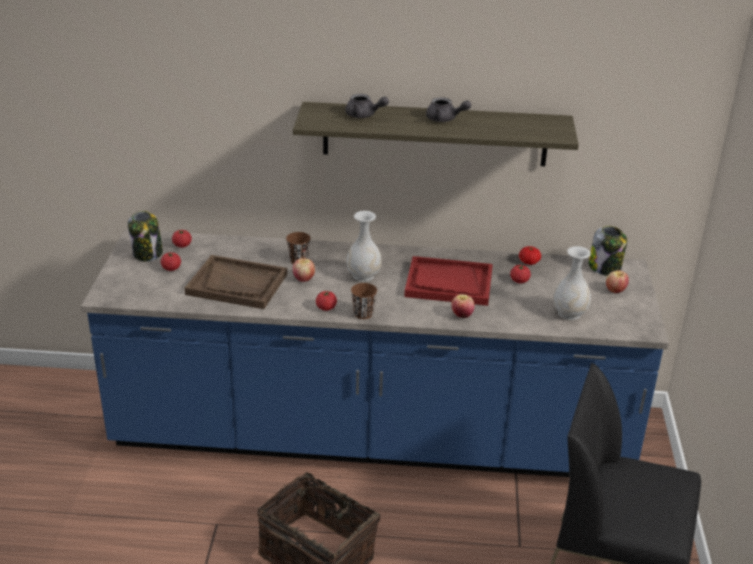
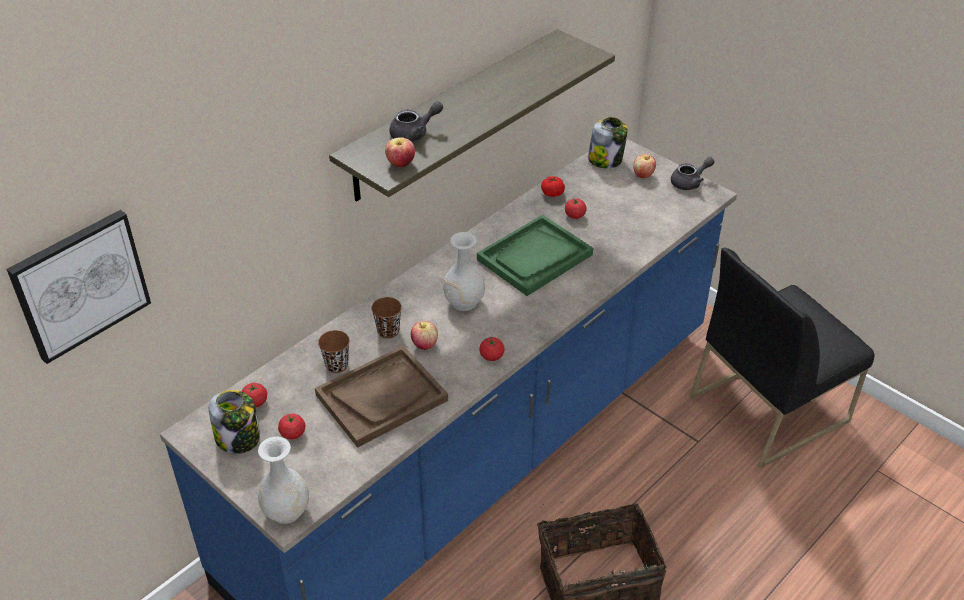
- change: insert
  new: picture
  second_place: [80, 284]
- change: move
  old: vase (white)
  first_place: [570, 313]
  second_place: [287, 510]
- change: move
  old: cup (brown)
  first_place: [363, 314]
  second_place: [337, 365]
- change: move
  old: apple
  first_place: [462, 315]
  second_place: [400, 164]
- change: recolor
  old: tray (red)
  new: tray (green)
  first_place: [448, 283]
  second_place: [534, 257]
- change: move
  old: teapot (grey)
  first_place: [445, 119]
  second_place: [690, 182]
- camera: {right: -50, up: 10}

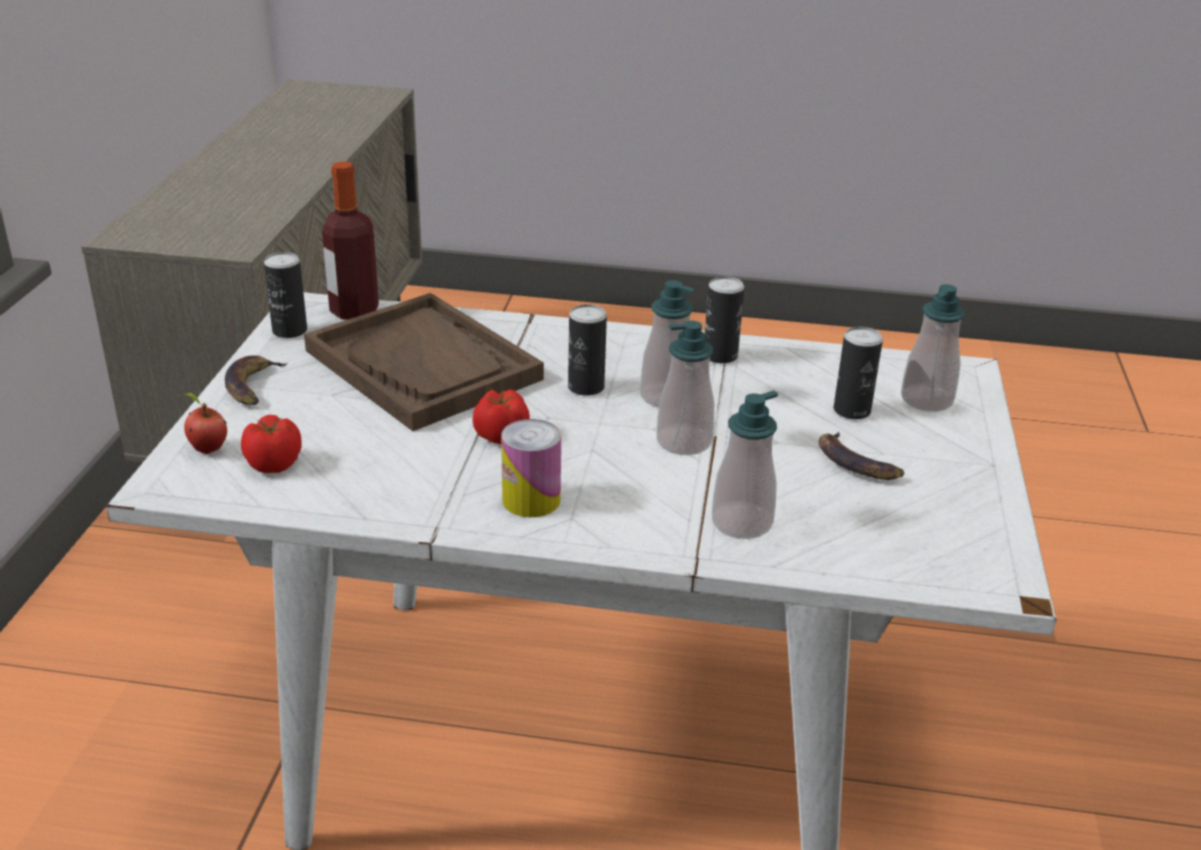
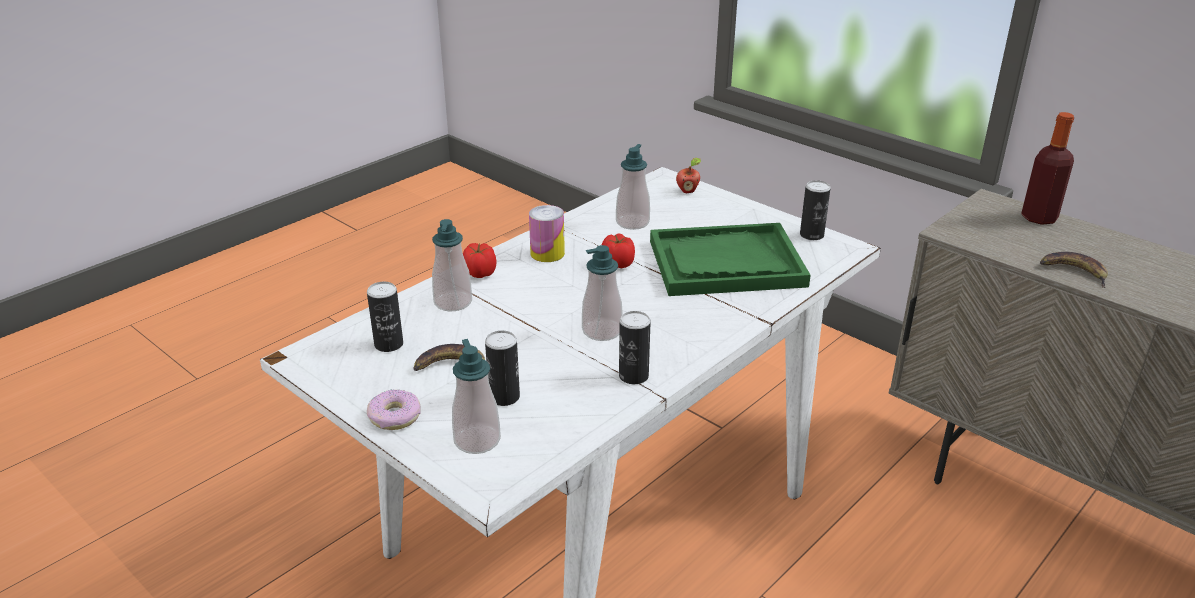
- change: move
  old: can
  first_place: [586, 387]
  second_place: [389, 344]
- change: insert
  new: donut
  second_place: [394, 417]
- change: move
  old: tomato
  first_place: [275, 463]
  second_place: [479, 274]
- change: move
  old: soap dispenser
  first_place: [684, 442]
  second_place: [632, 222]
- change: recolor
  old: tray (brown)
  new: tray (green)
  first_place: [423, 365]
  second_place: [726, 263]
- change: move
  old: bottle
  first_place: [354, 311]
  second_place: [1039, 218]
- change: move
  old: banana
  first_place: [253, 386]
  second_place: [1073, 272]
- camera: {right: 125, up: 0}

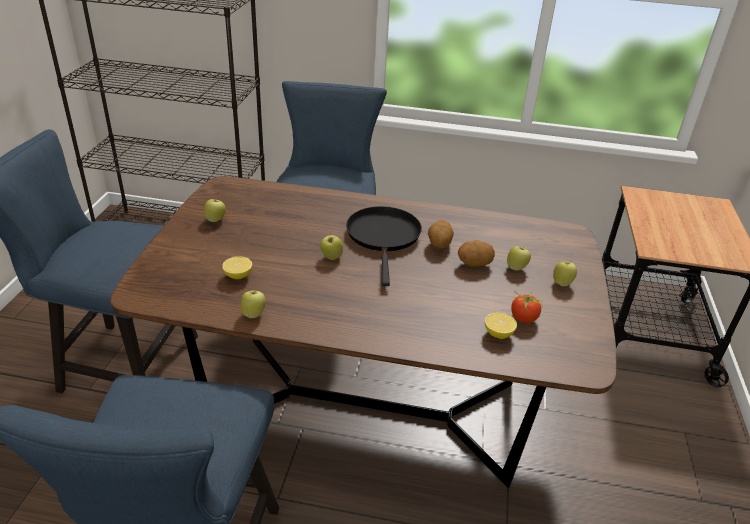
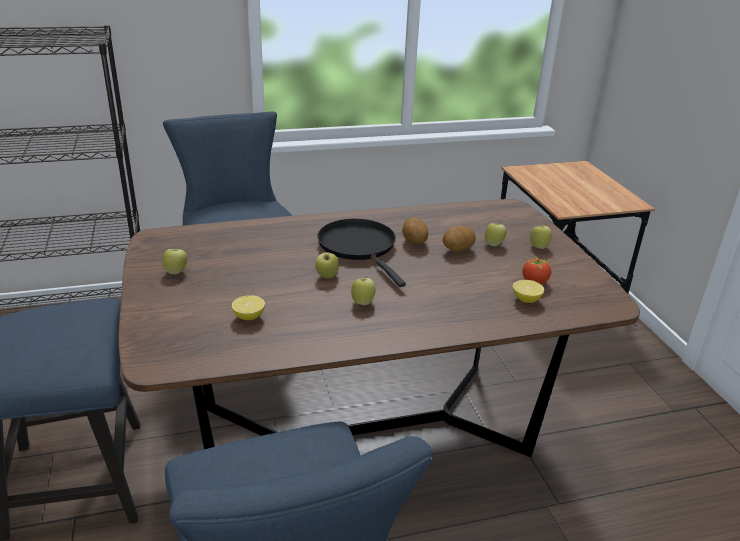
- change: move
  old: apple
  first_place: [254, 314]
  second_place: [362, 302]
- camera: {right: -25, up: -5}

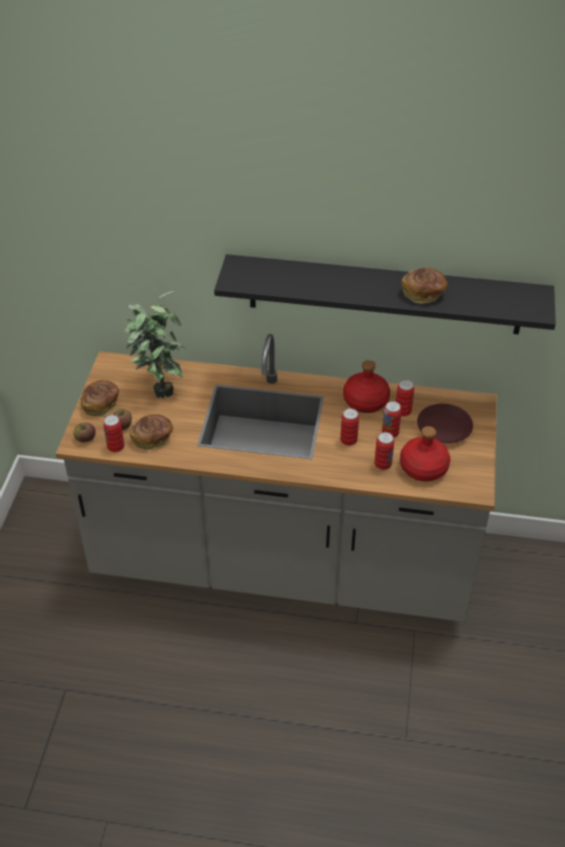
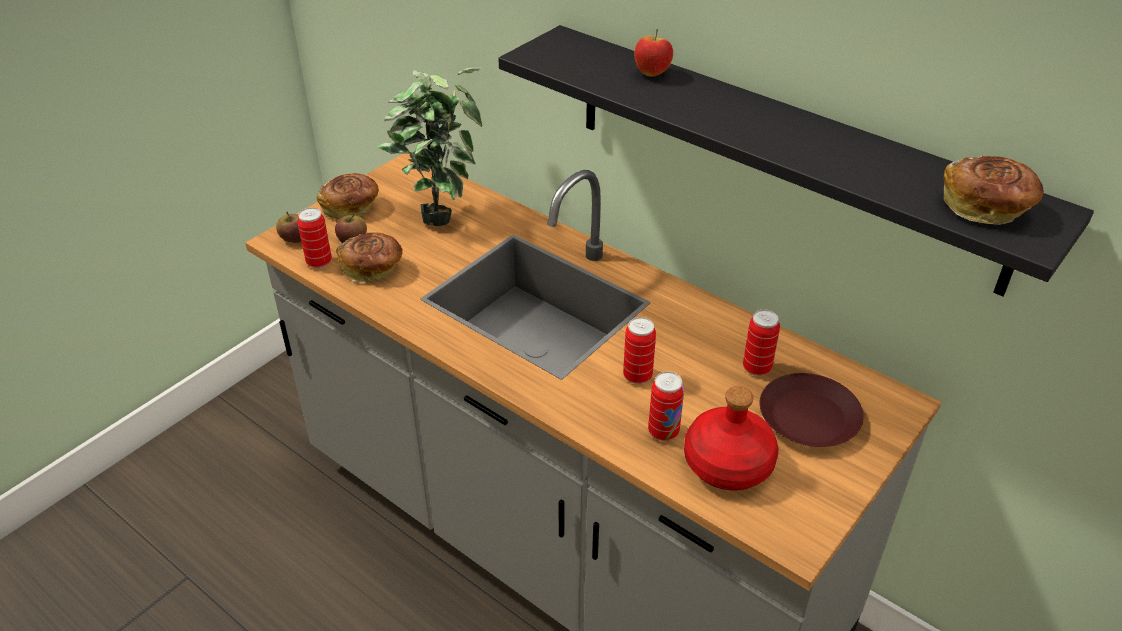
- change: insert
  new: apple
  second_place: [652, 74]
- change: move
  old: bread
  first_place: [423, 293]
  second_place: [986, 208]
- change: delete
  old: bottle (red)
  first_place: [365, 400]
- change: delete
  old: can
  first_place: [390, 433]
- camera: {right: 30, up: -5}

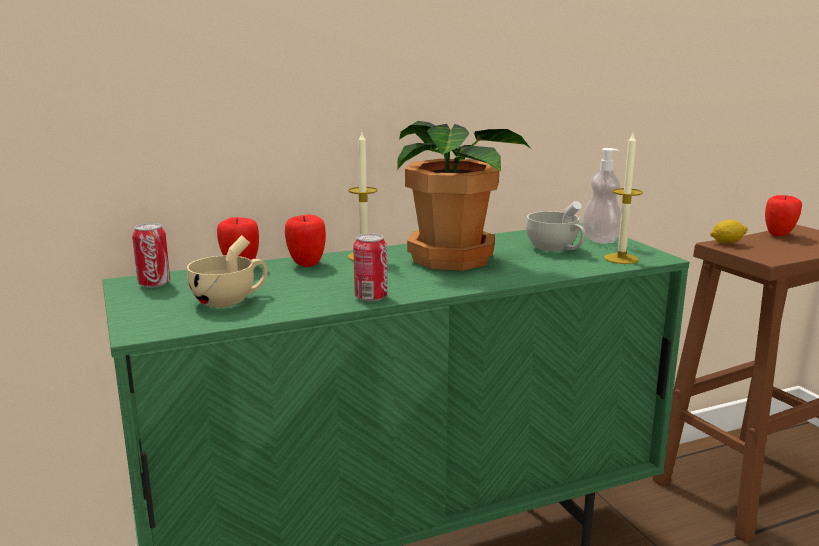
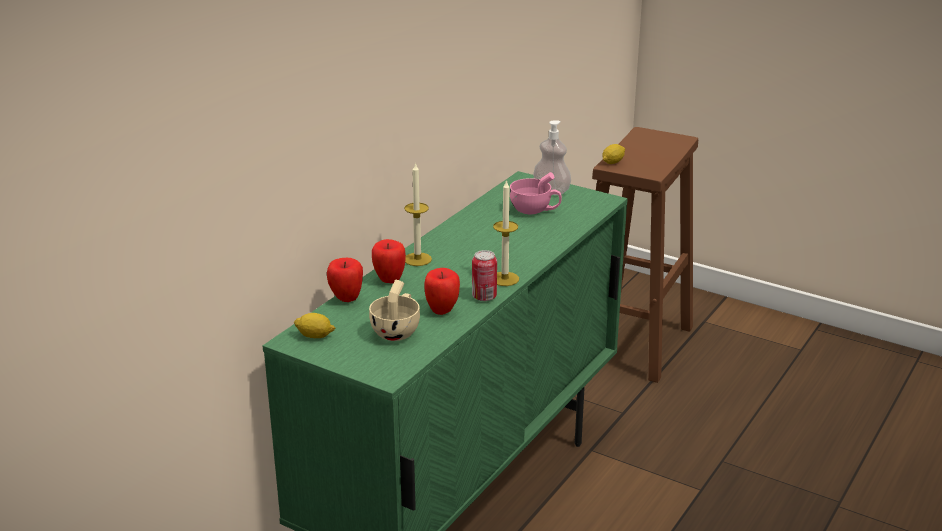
- change: replace
  old: can
  new: lemon
  first_place: [154, 284]
  second_place: [315, 336]
- change: move
  old: apple
  first_place: [779, 235]
  second_place: [442, 310]
- change: move
  old: candle
  first_place: [621, 258]
  second_place: [504, 279]
- change: recolor
  old: cup (white)
  new: cup (pink)
  first_place: [556, 249]
  second_place: [535, 210]
- change: delete
  old: potted plant
  first_place: [452, 258]
- camera: {right: -35, up: 10}

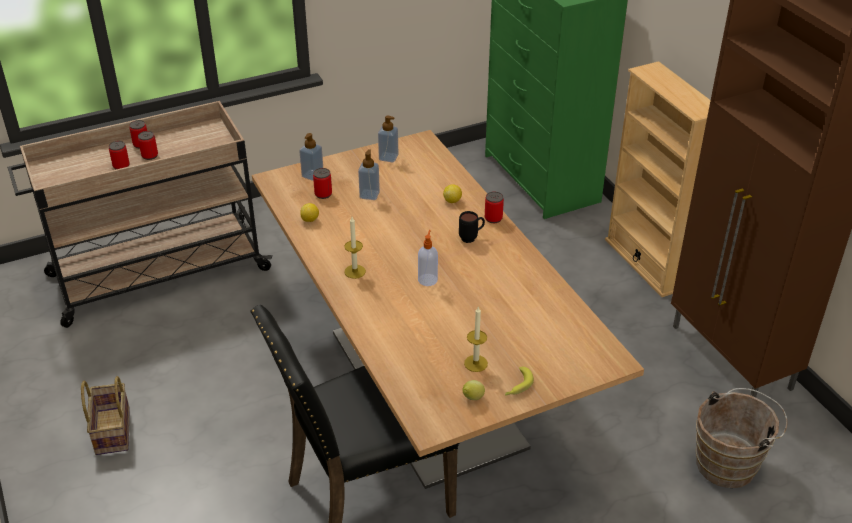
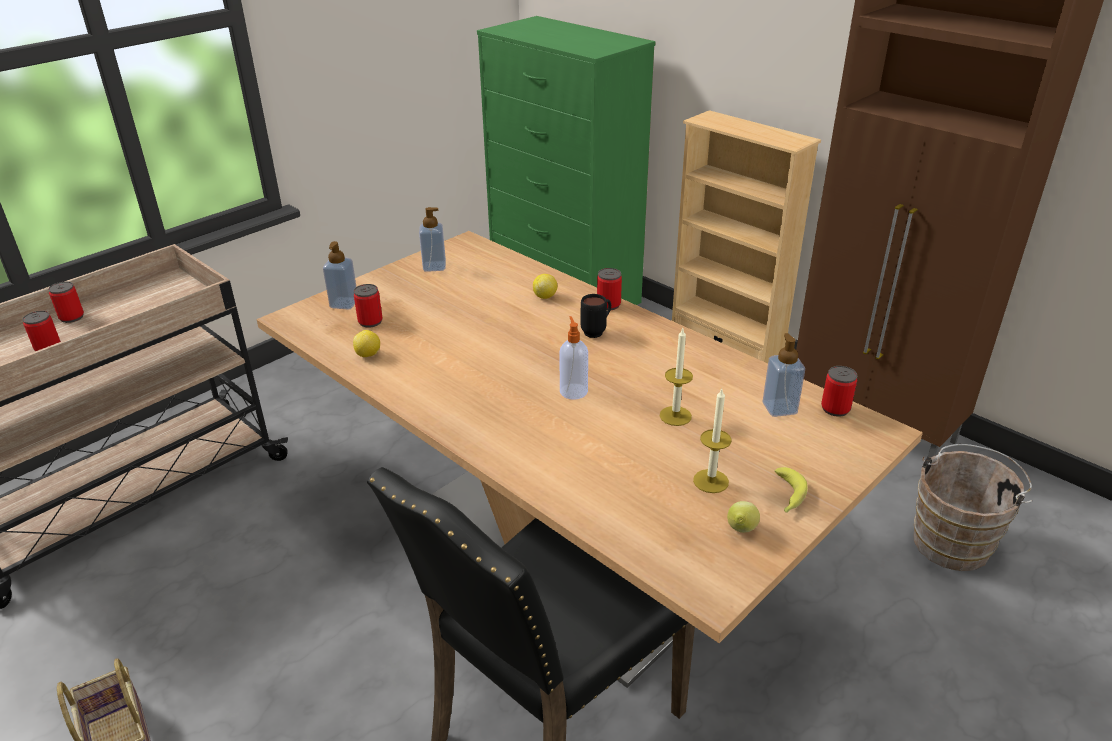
- change: move
  old: candle
  first_place: [355, 271]
  second_place: [675, 416]
- change: move
  old: soap dispenser
  first_place: [369, 195]
  second_place: [779, 408]
- change: move
  old: can
  first_place: [150, 155]
  second_place: [835, 408]
- camera: {right: -20, up: -5}

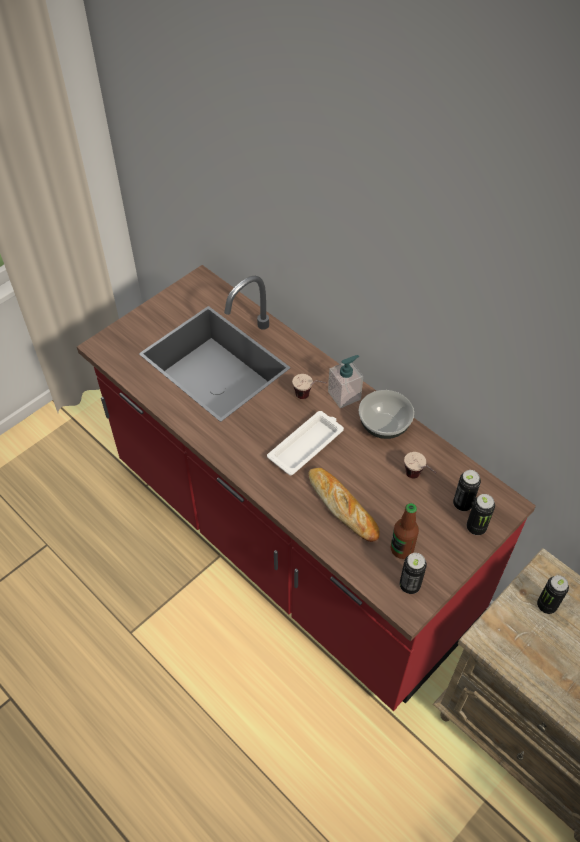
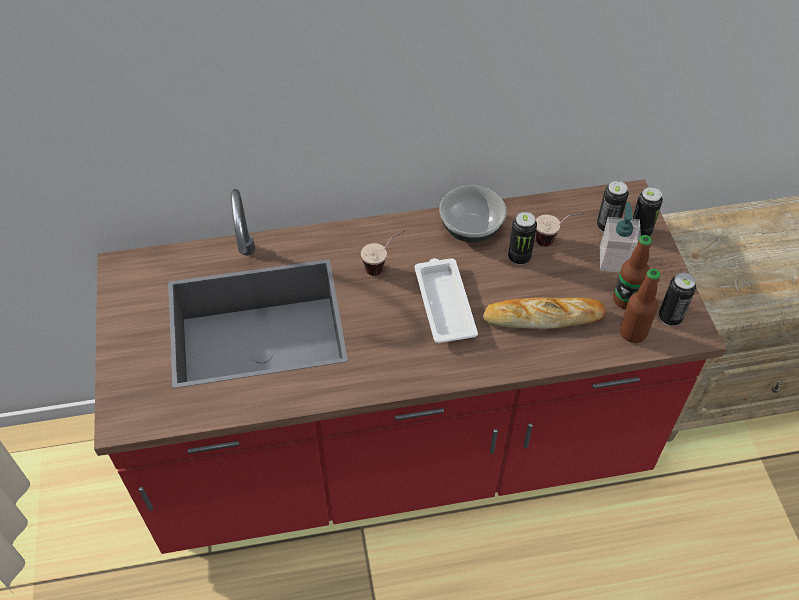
- change: move
  old: can
  first_place: [546, 605]
  second_place: [519, 257]
- change: move
  old: soap dispenser
  first_place: [344, 395]
  second_place: [615, 260]
- change: insert
  new: bottle
  second_place: [633, 332]
- camera: {right: -55, up: 0}

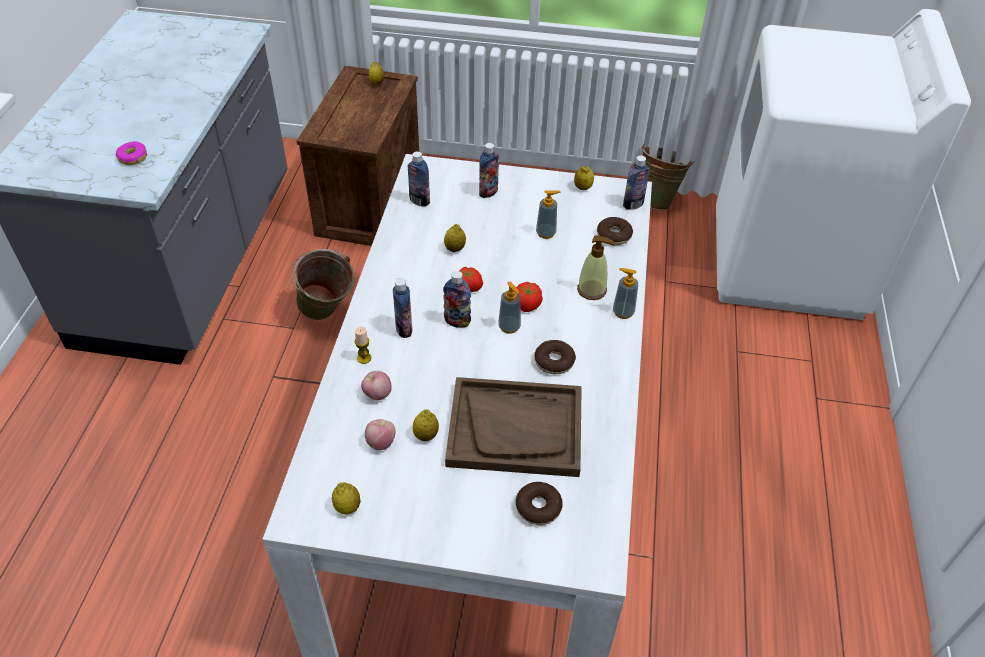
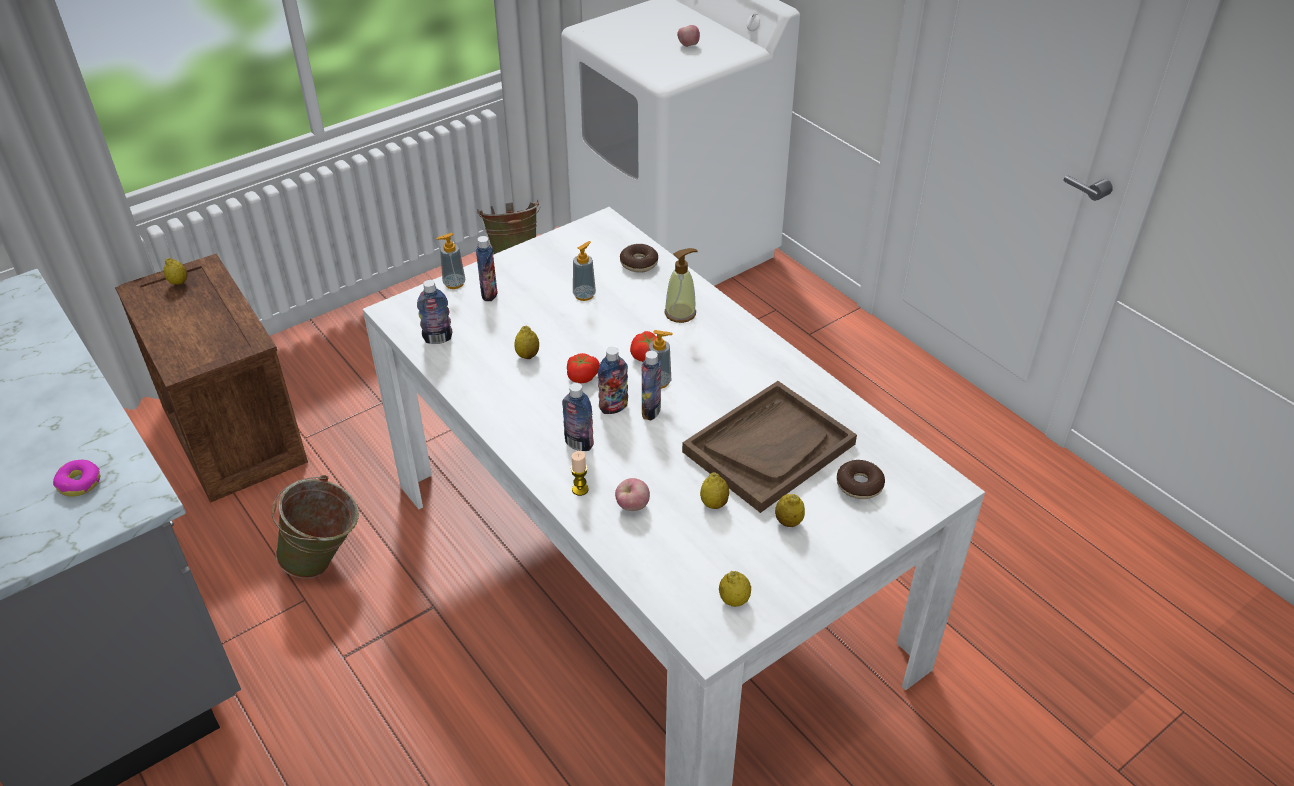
- change: move
  old: soap dispenser
  first_place: [623, 312]
  second_place: [454, 283]
- change: move
  old: bottle
  first_place: [633, 205]
  second_place: [651, 411]
- change: move
  old: apple
  first_place: [381, 442]
  second_place: [688, 45]
- change: move
  old: lemon
  first_place: [583, 187]
  second_place: [788, 522]
- change: delete
  old: donut
  first_place: [554, 361]
- camera: {right: -45, up: -5}

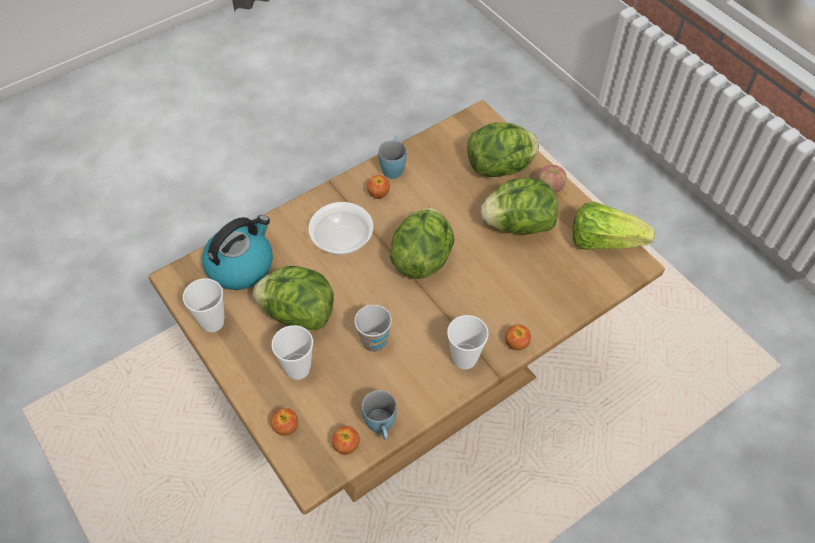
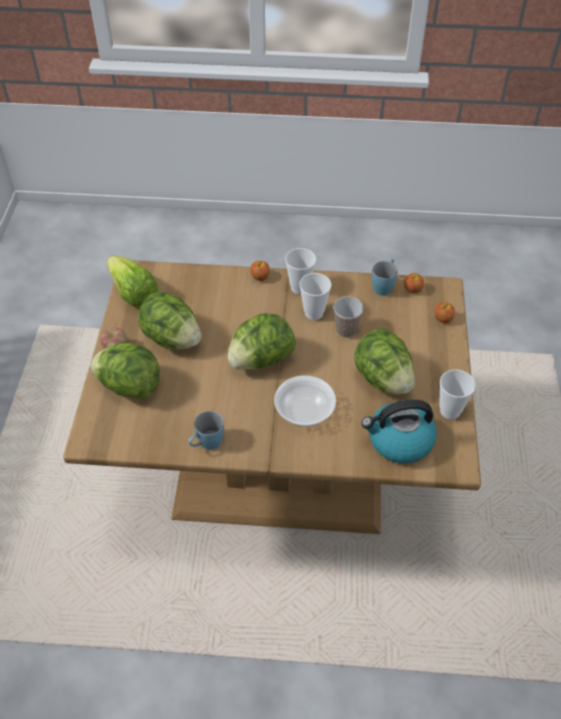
- change: move
  old: cup
  first_place: [298, 369]
  second_place: [314, 313]
- change: delete
  old: apple
  first_place: [378, 193]
- camera: {right: -140, up: -5}

